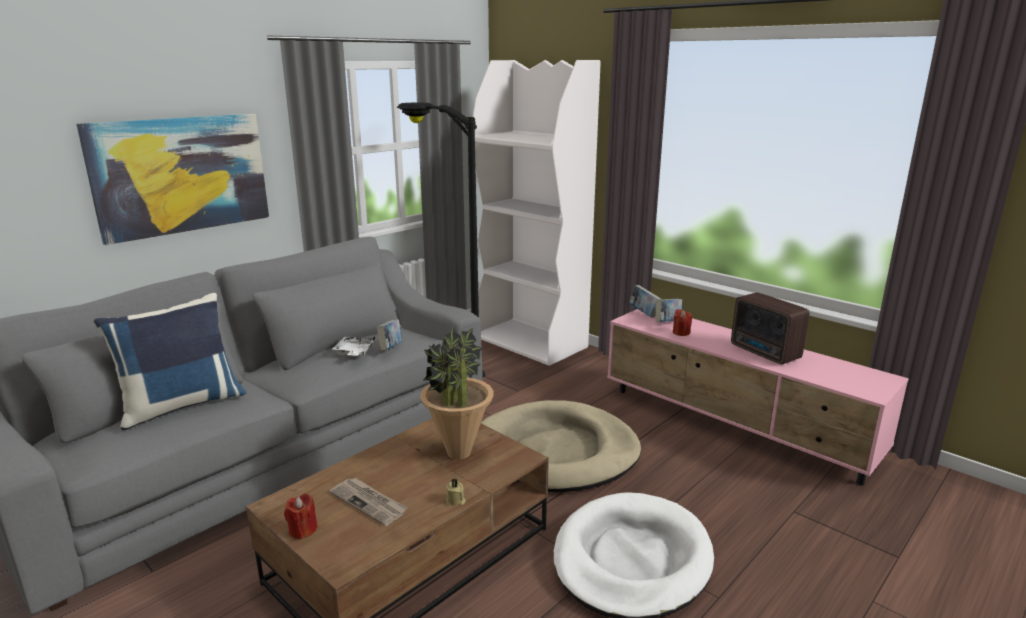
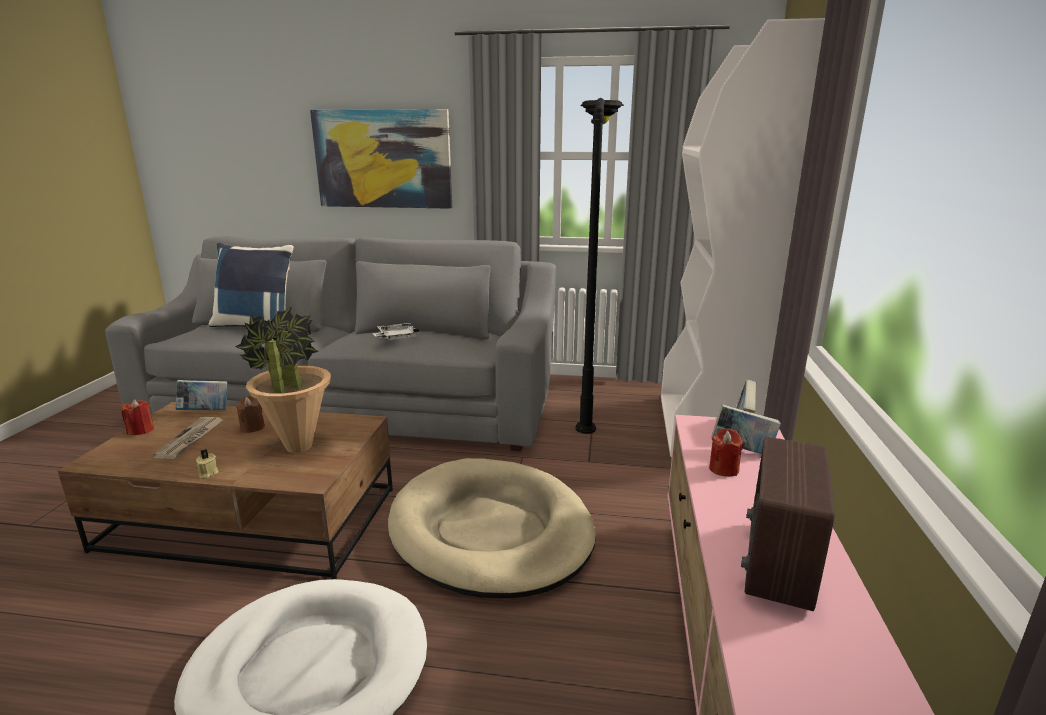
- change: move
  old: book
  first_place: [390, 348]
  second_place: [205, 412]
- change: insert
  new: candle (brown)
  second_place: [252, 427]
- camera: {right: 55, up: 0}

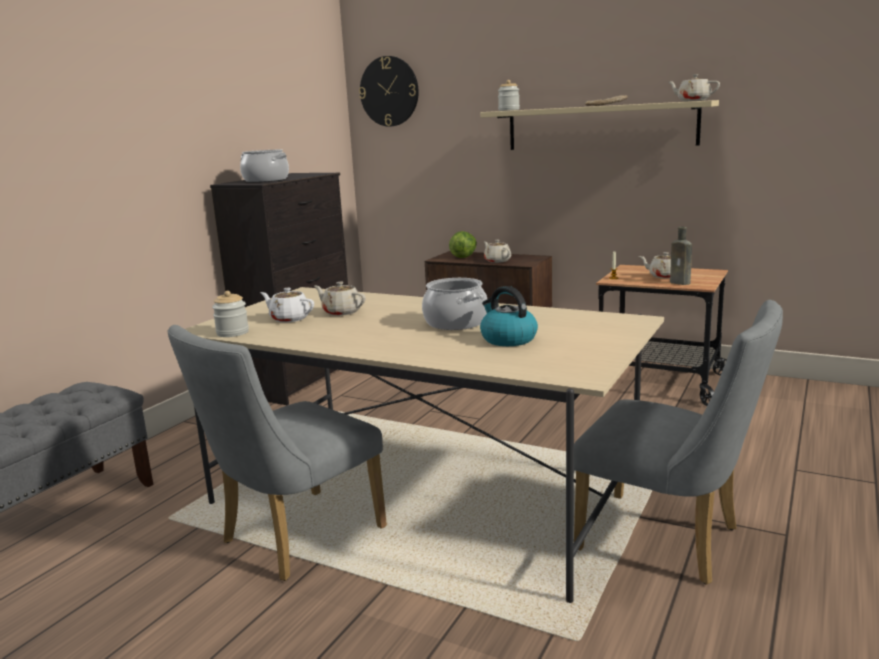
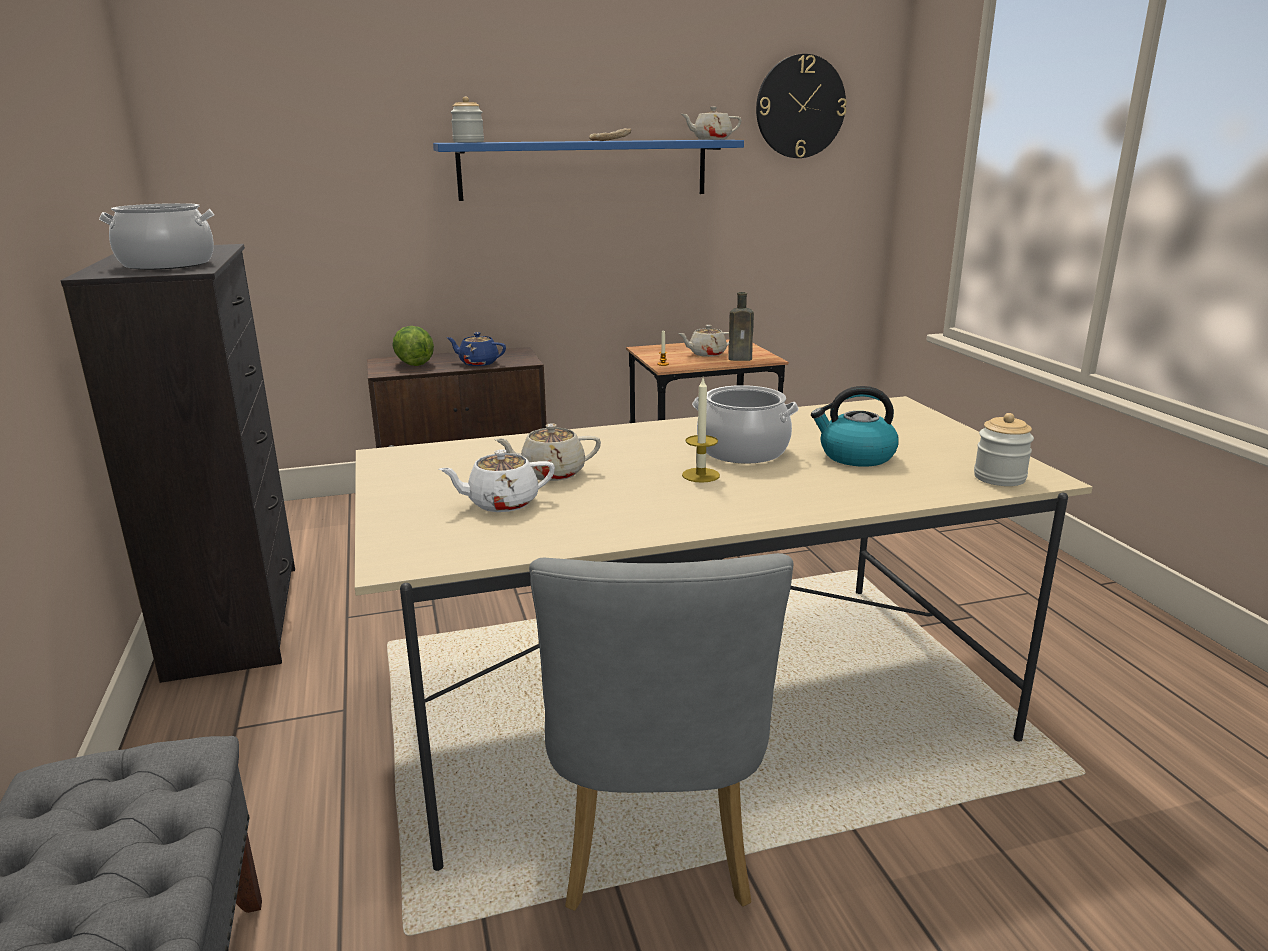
- change: recolor
  old: shelf (beige)
  new: shelf (blue)
  first_place: [600, 127]
  second_place: [584, 169]
- change: recolor
  old: teapot (beige)
  new: teapot (blue)
  first_place: [497, 261]
  second_place: [478, 363]
- change: insert
  new: candle
  second_place: [700, 475]
- change: move
  old: wall clock
  first_place: [389, 91]
  second_place: [800, 107]
- change: move
  old: jar
  first_place: [232, 333]
  second_place: [999, 478]
- change: delete
  old: chair (grey)
  first_place: [670, 541]
- camera: {right: -45, up: 5}

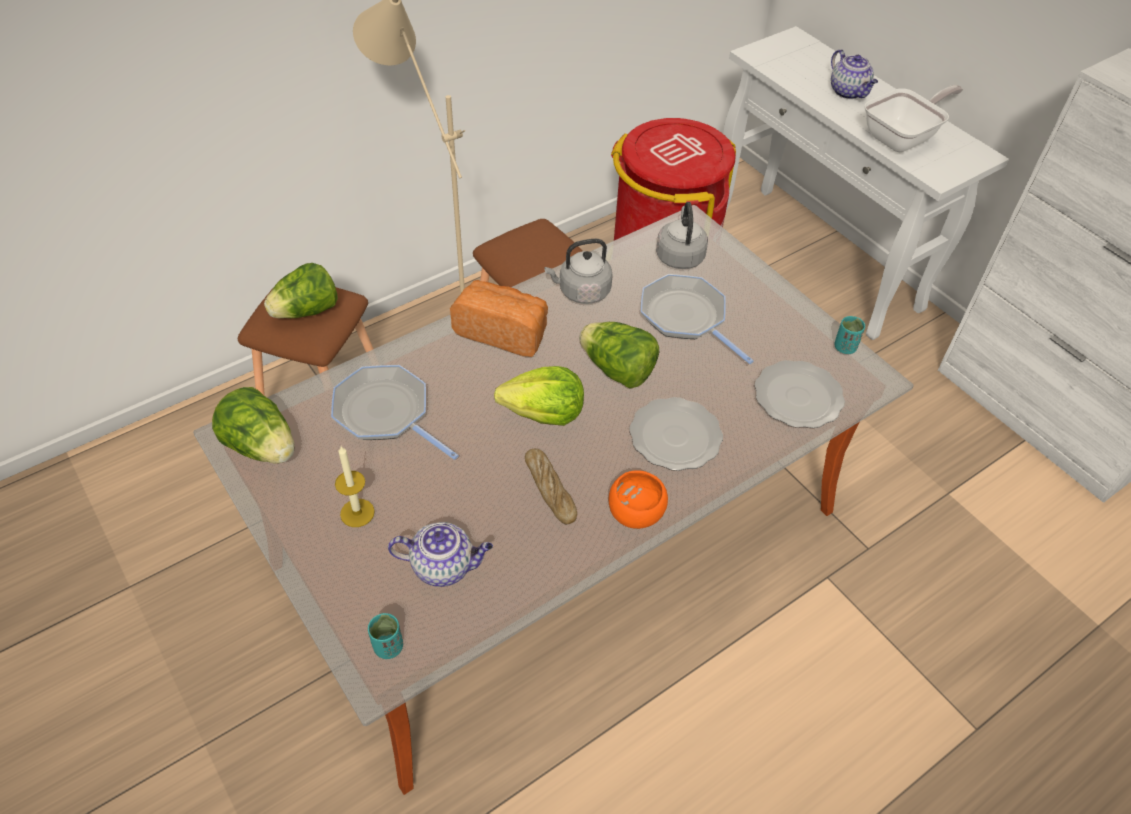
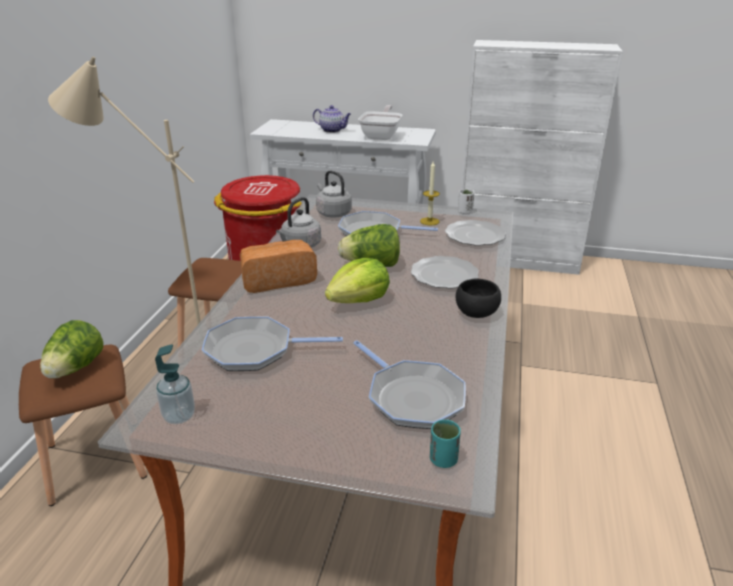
- change: replace
  old: lettuce
  new: soap dispenser
  first_place: [262, 446]
  second_place: [179, 416]
- change: replace
  old: teapot
  new: frying pan
  first_place: [444, 566]
  second_place: [412, 397]
- change: move
  old: candle
  first_place: [357, 513]
  second_place: [429, 221]
- change: recolor
  old: bowl (orange)
  new: bowl (black)
  first_place: [637, 512]
  second_place: [476, 312]
- change: recolor
  old: cup (turquoise)
  new: cup (white)
  first_place: [845, 347]
  second_place: [465, 212]
- change: delete
  old: bread
  first_place: [550, 490]
- camera: {right: -40, up: -20}

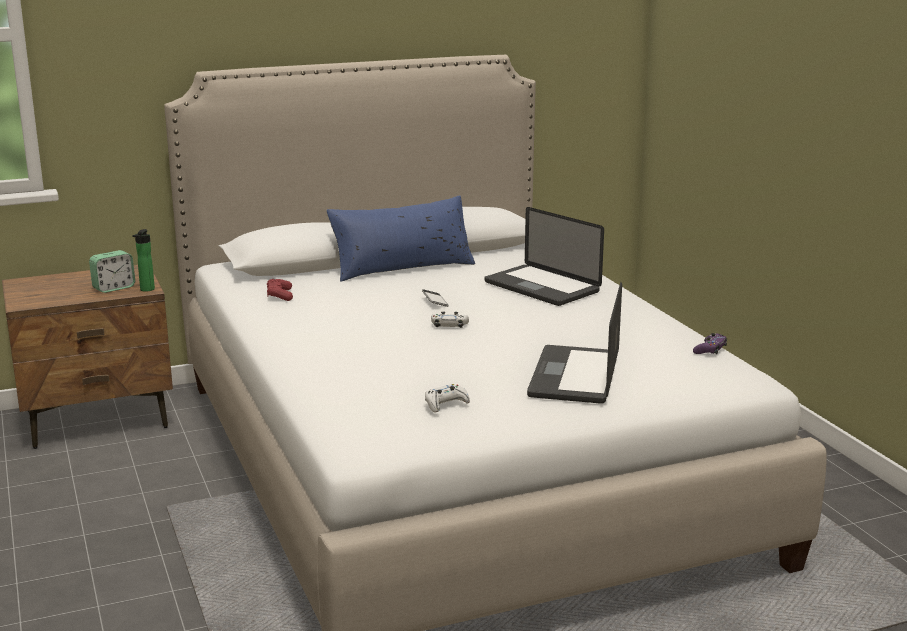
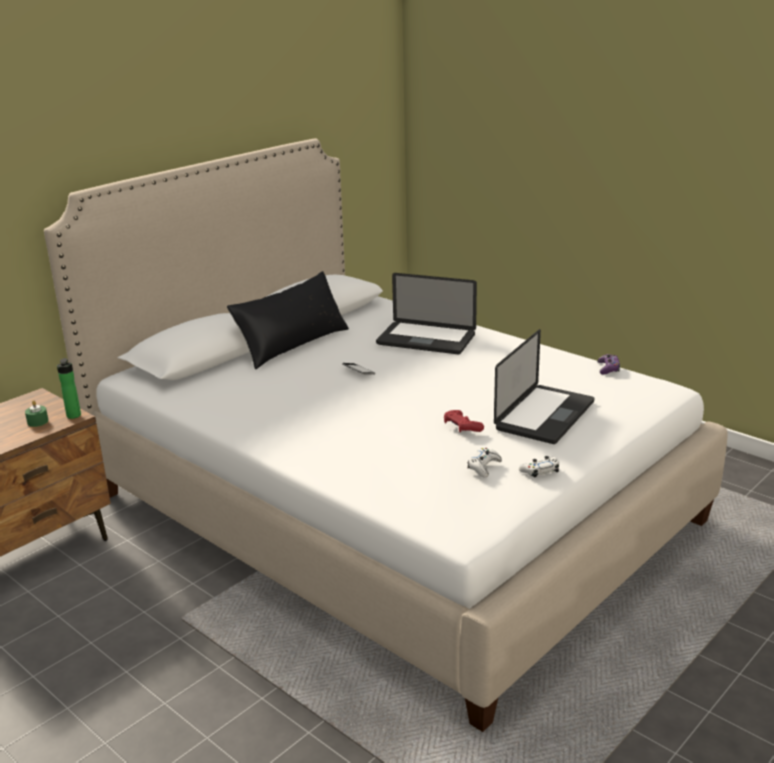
- change: replace
  old: alarm clock
  new: candle (green)
  first_place: [114, 288]
  second_place: [37, 422]
- change: recolor
  old: pillow (blue)
  new: pillow (black)
  first_place: [402, 267]
  second_place: [292, 344]
- change: move
  old: game controller (red)
  first_place: [280, 295]
  second_place: [462, 427]
- change: rotate
  old: laptop
  first_place: [574, 376]
  second_place: [545, 416]
  degrees: -135
- change: move
  old: game controller (white)
  first_place: [449, 325]
  second_place: [540, 471]
- camera: {right: -25, up: 5}

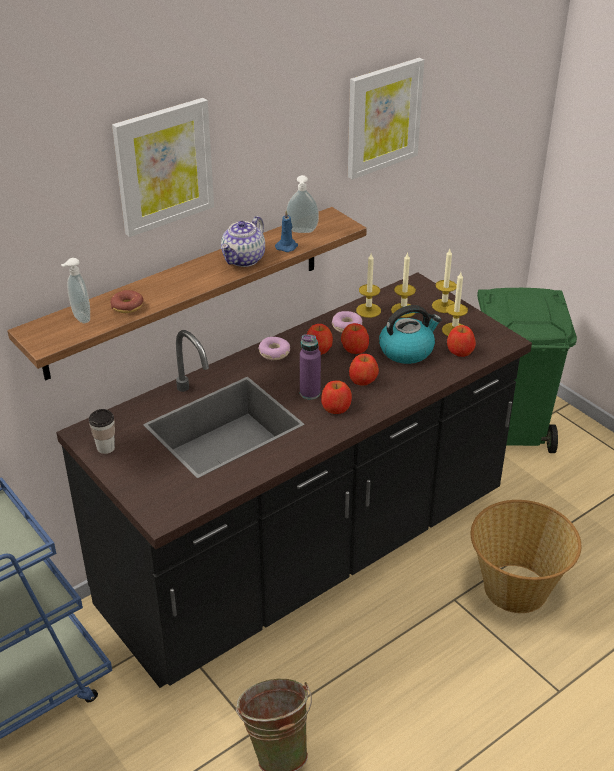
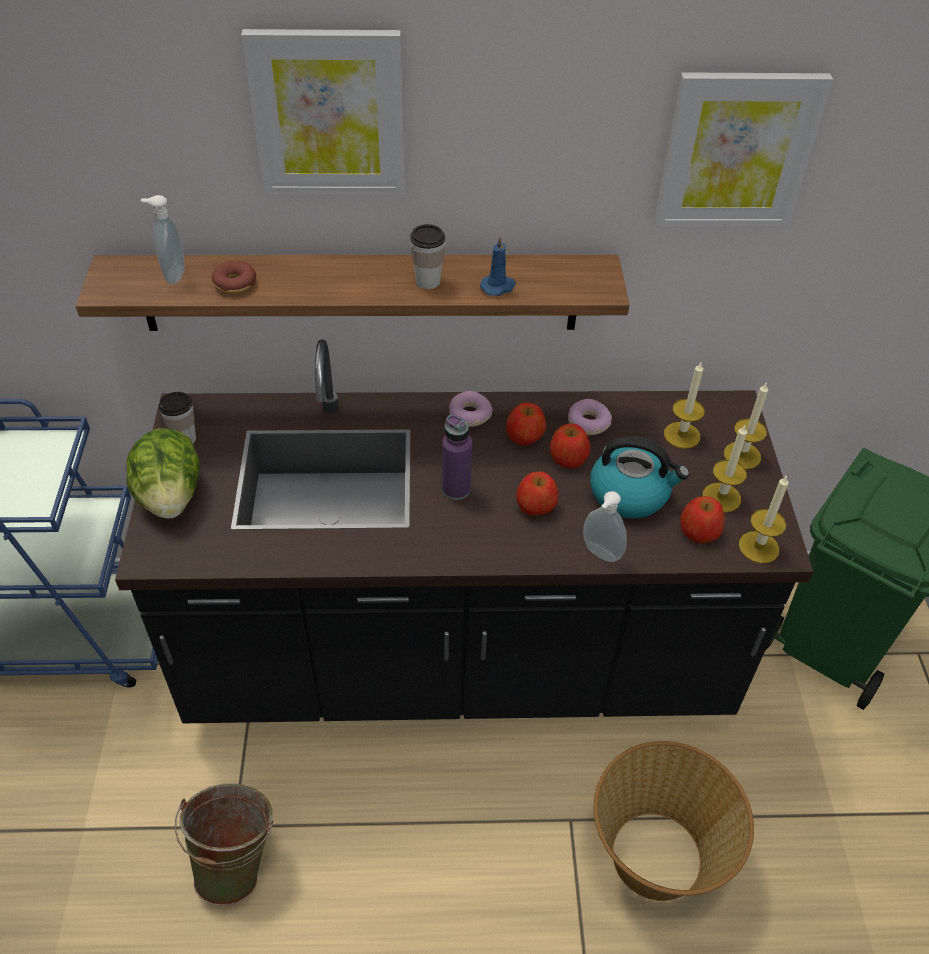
- change: insert
  new: lettuce
  second_place: [171, 496]
- change: replace
  old: teapot
  new: cup
  first_place: [244, 259]
  second_place: [428, 281]
- change: move
  old: soap dispenser
  first_place: [302, 232]
  second_place: [600, 554]
- change: move
  old: candle
  first_place: [368, 310]
  second_place: [758, 547]
- change: delete
  old: apple
  first_place: [336, 407]
- camera: {right: 35, up: 10}

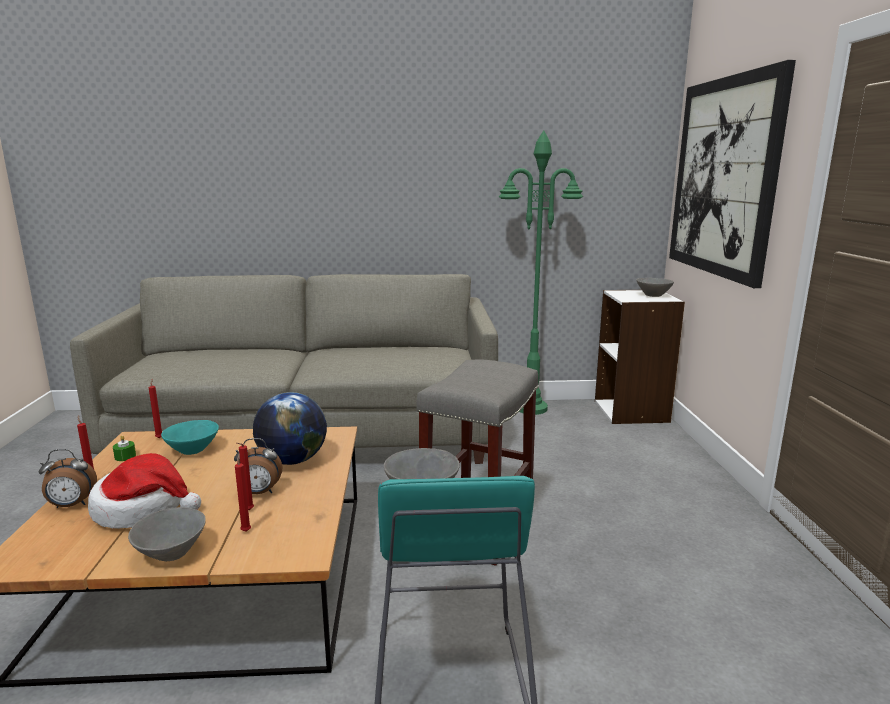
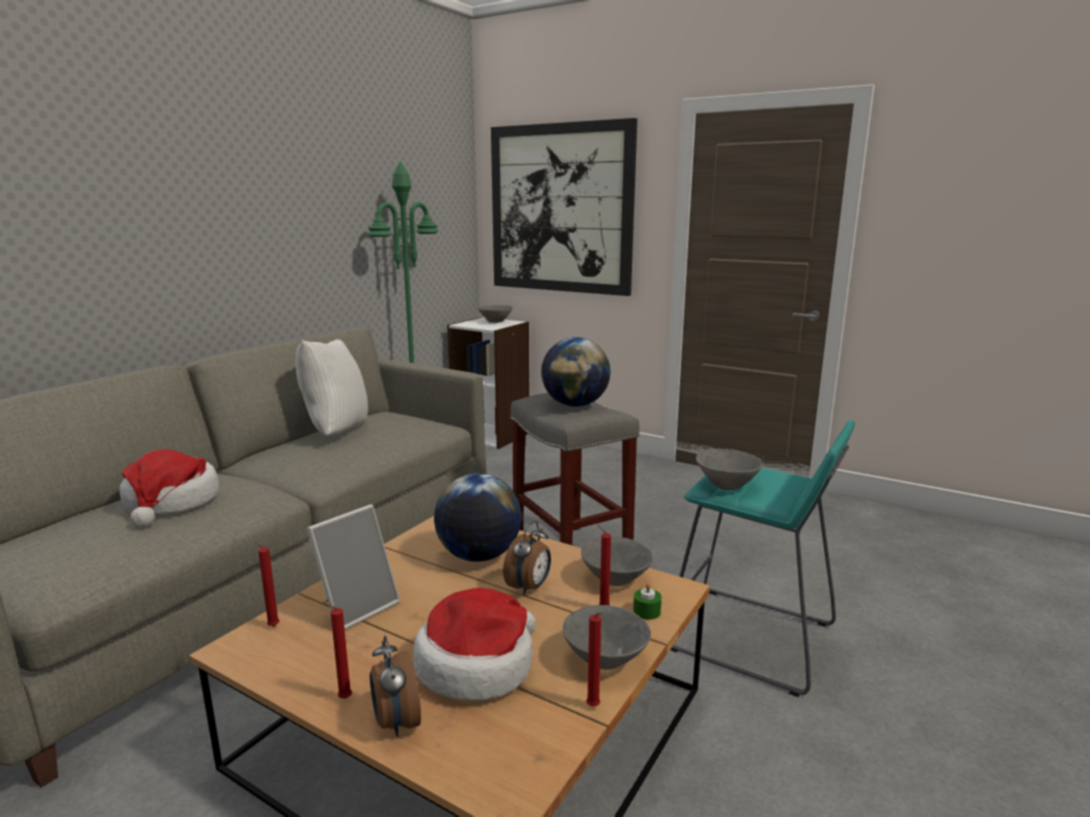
- change: insert
  new: hat
  second_place: [171, 503]
- change: insert
  new: pillow (white)
  second_place: [335, 431]
- change: replace
  old: bowl (turquoise)
  new: picture frame
  first_place: [193, 450]
  second_place: [356, 607]
- change: rotate
  old: alarm clock
  first_place: [71, 505]
  second_place: [396, 722]
  degrees: 135
- change: insert
  new: globe
  second_place: [575, 405]
- change: insert
  new: bowl (grey)
  second_place: [616, 579]
- change: move
  old: candle (red)
  first_place: [248, 511]
  second_place: [594, 708]
- change: move
  old: candle (green)
  first_place: [125, 456]
  second_place: [646, 611]
- camera: {right: -55, up: 0}

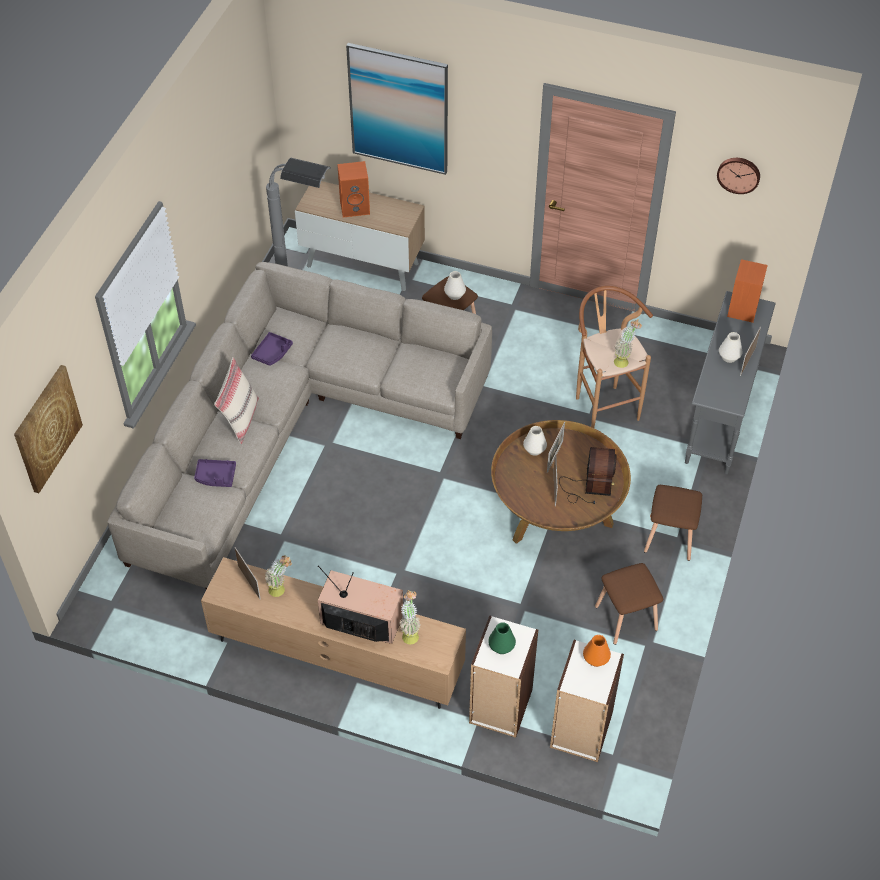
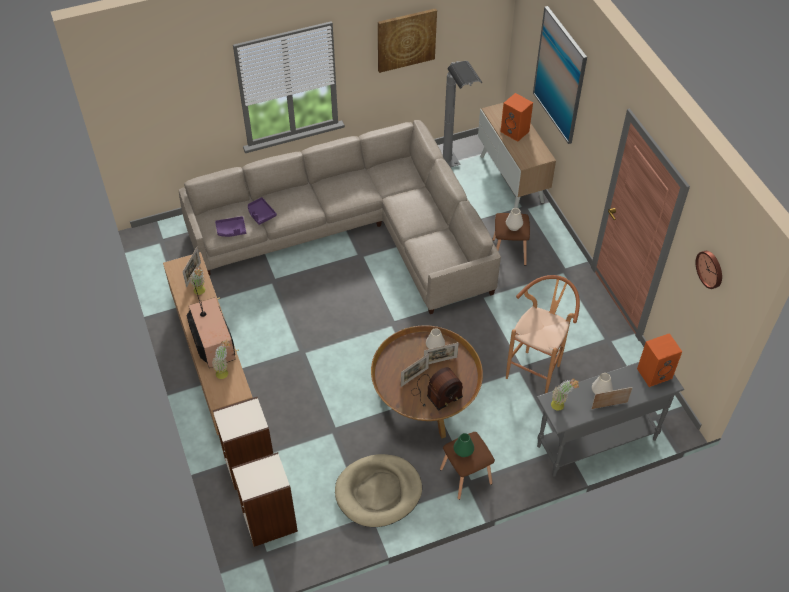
- change: move
  old: tray (purple)
  first_place: [272, 353]
  second_place: [231, 230]
- change: replace
  old: stool (brown)
  new: dog bed (beige)
  first_place: [626, 617]
  second_place: [378, 492]
- change: move
  old: picture
  first_place: [47, 428]
  second_place: [406, 39]
- change: move
  old: vase (green)
  first_place: [501, 646]
  second_place: [463, 451]
- change: move
  old: potted plant
  first_place: [624, 360]
  second_place: [561, 405]
- change: delete
  old: pillow (beige)
  first_place: [240, 419]
- change: delete
  old: vase (orange)
  first_place: [596, 659]
- camera: {right: 50, up: 0}

